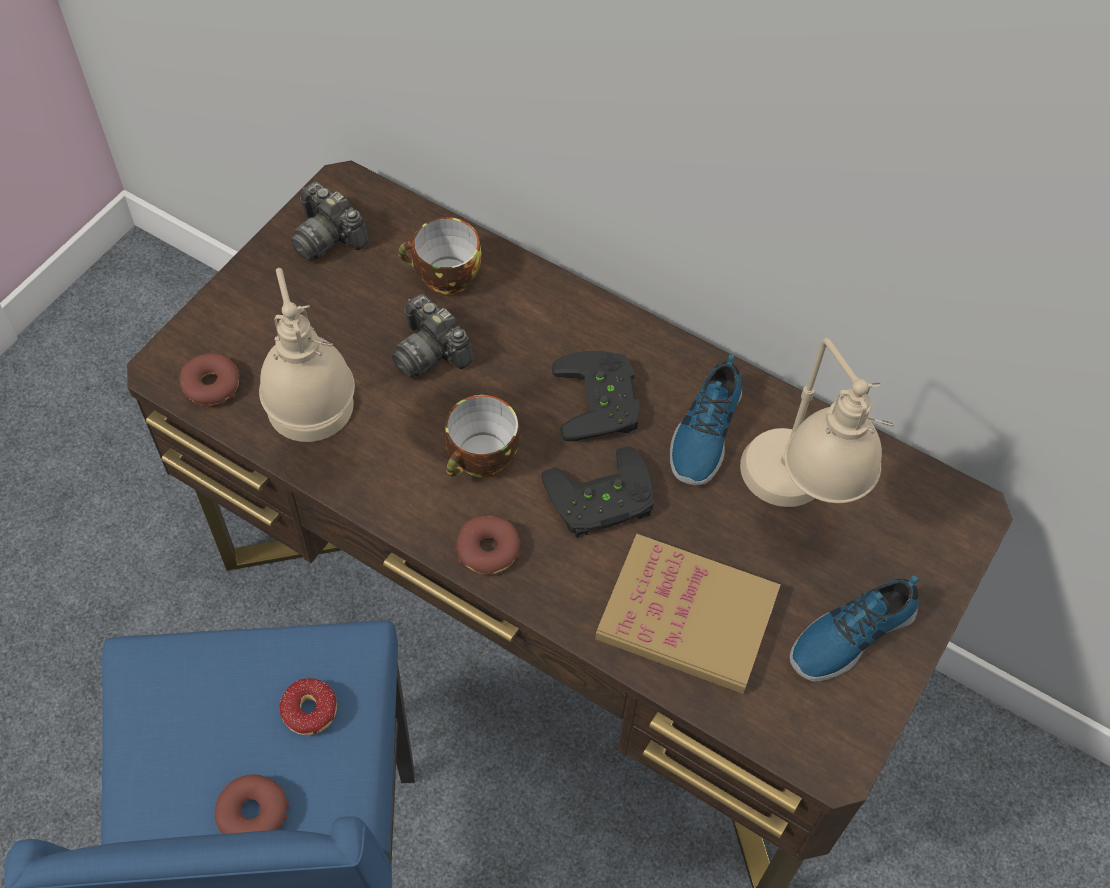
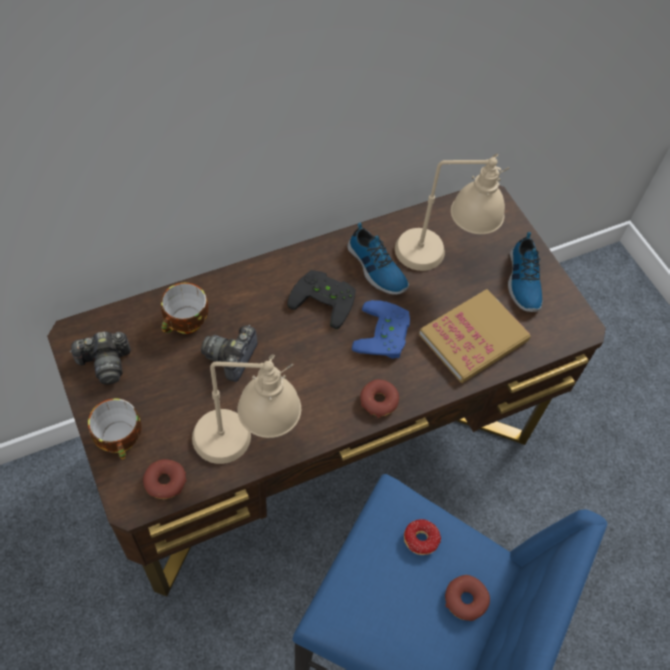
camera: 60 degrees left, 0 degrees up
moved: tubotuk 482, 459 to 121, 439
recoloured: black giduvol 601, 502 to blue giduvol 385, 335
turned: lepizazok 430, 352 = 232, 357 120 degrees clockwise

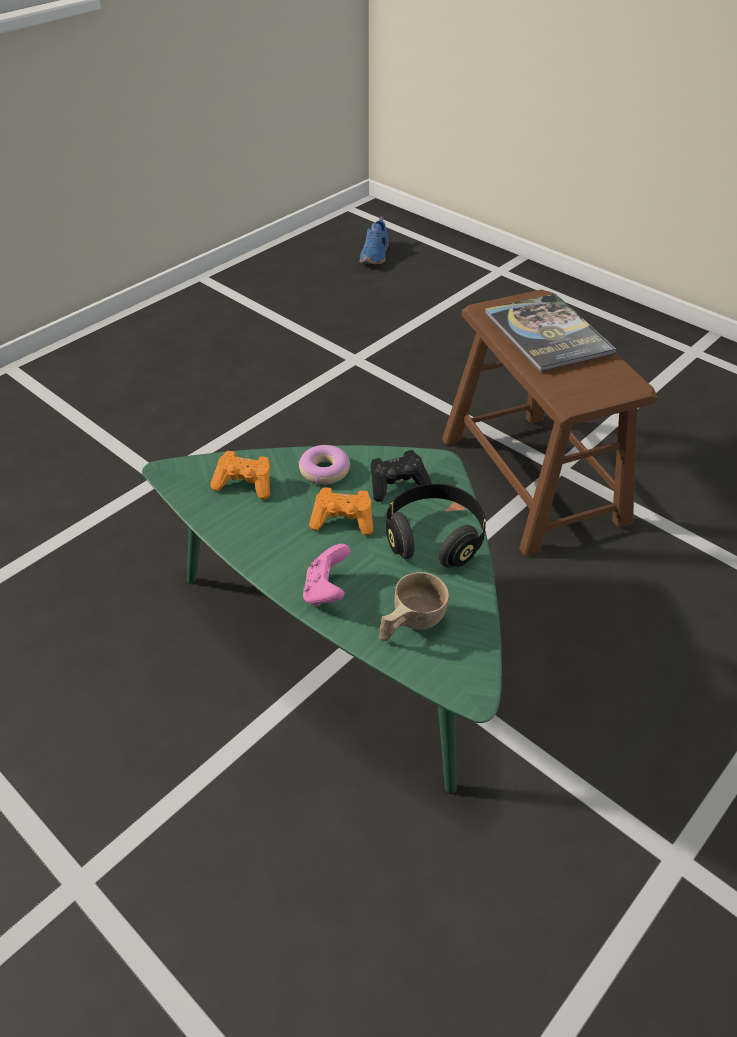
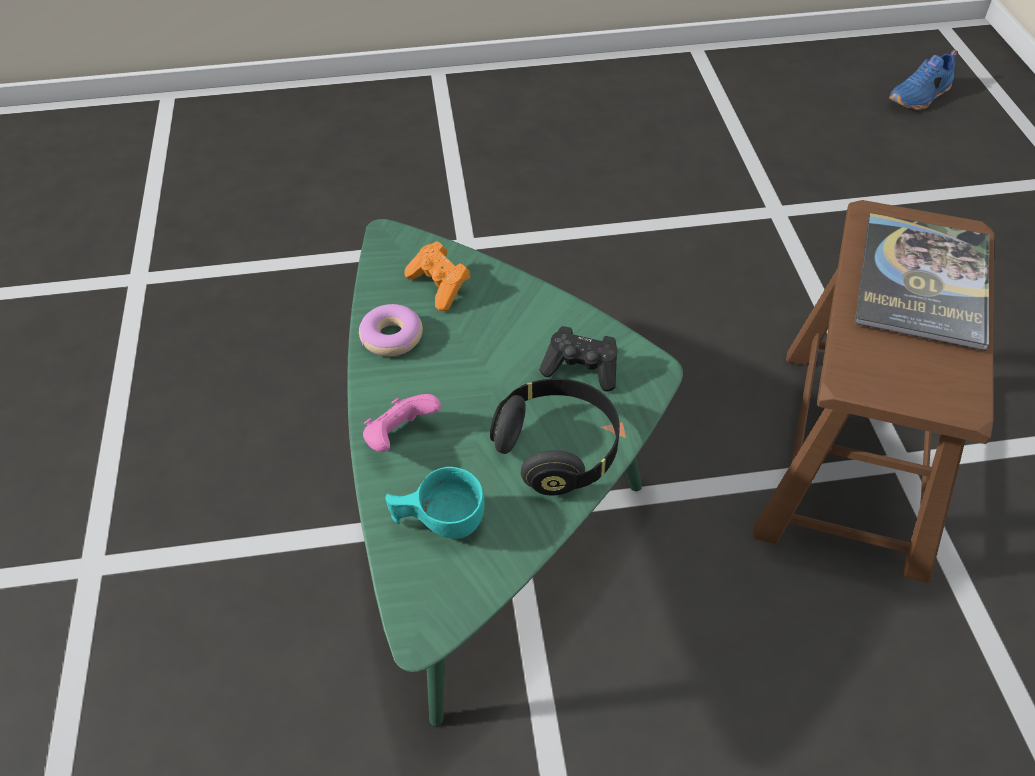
camera: 40 degrees right, 5 degrees up
removed: orange giduvol 343, 521
moved: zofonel 324, 470 to 392, 337
recoloured: beige tubotuk 410, 624 to turquoise tubotuk 438, 522

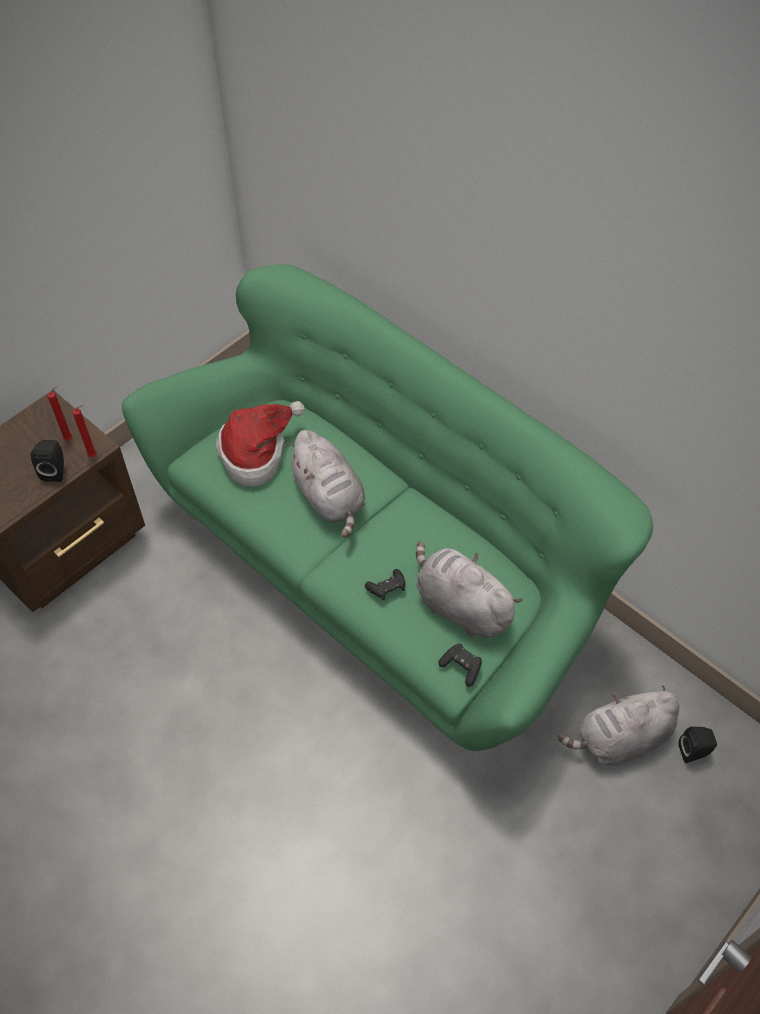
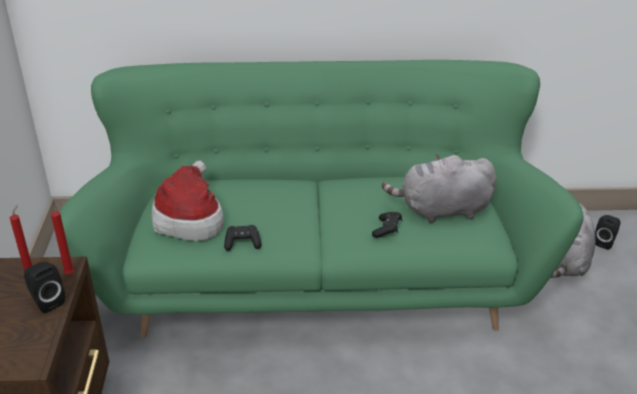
camera: 45 degrees left, 20 degrees down
removed: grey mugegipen 330, 498
moved: black giduvol 461, 667 to 242, 243

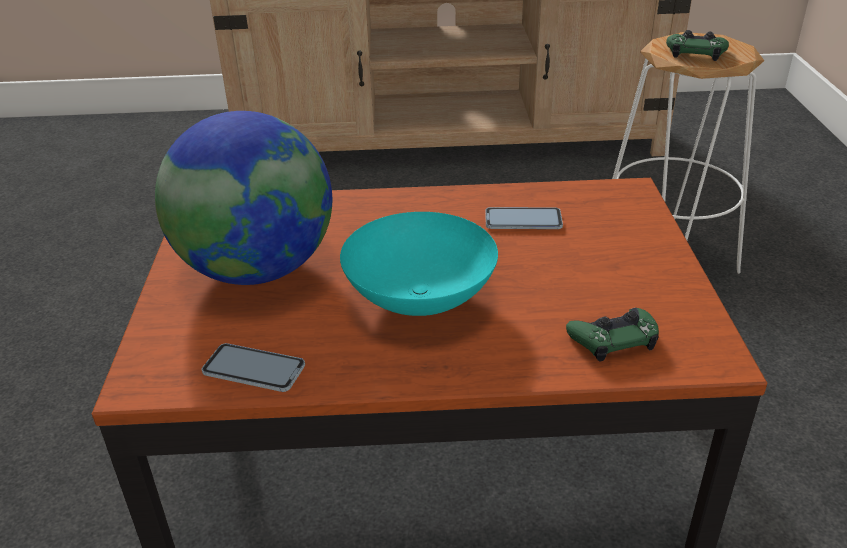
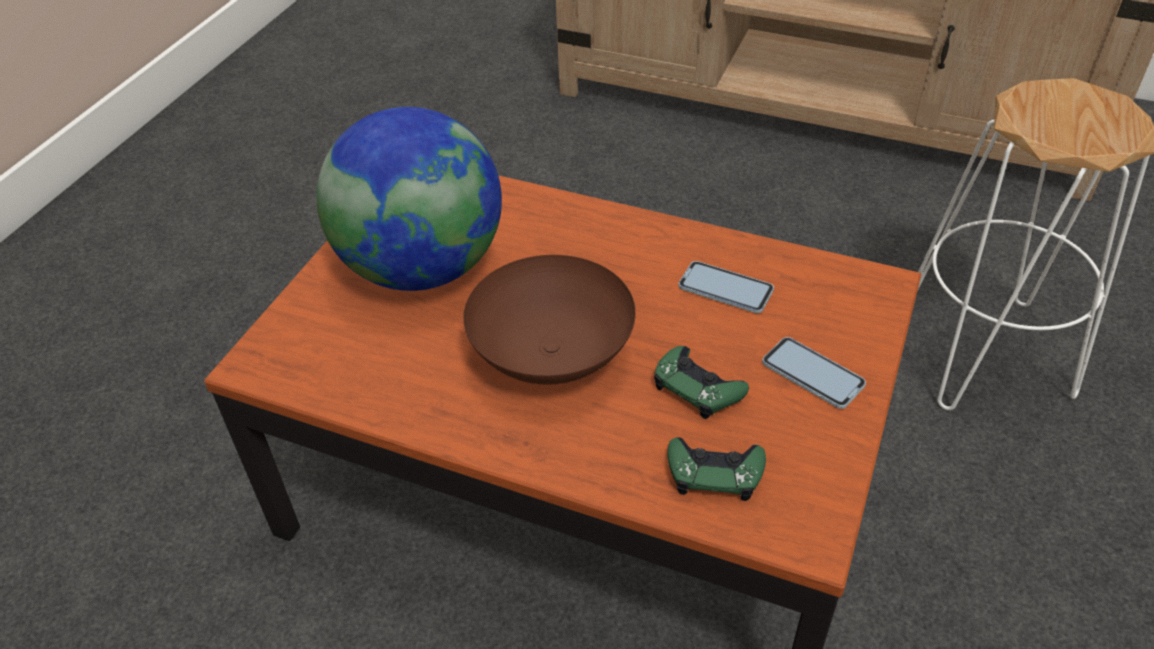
camera: 25 degrees right, 10 degrees up
moved: green giduvol 695, 53 to 697, 388; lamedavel 254, 369 to 812, 374
recoloured: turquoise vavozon 418, 300 to brown vavozon 549, 356

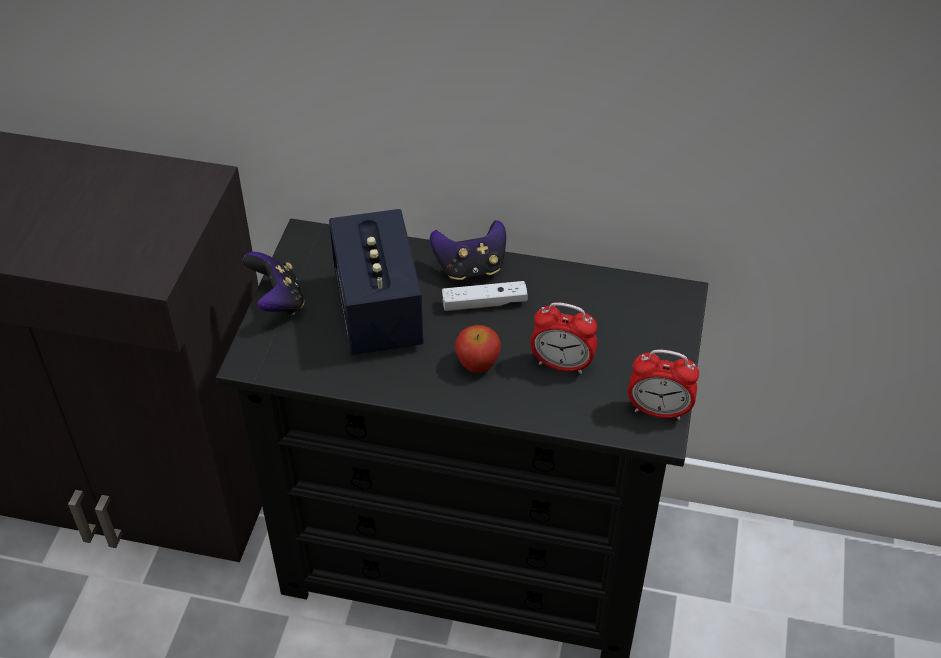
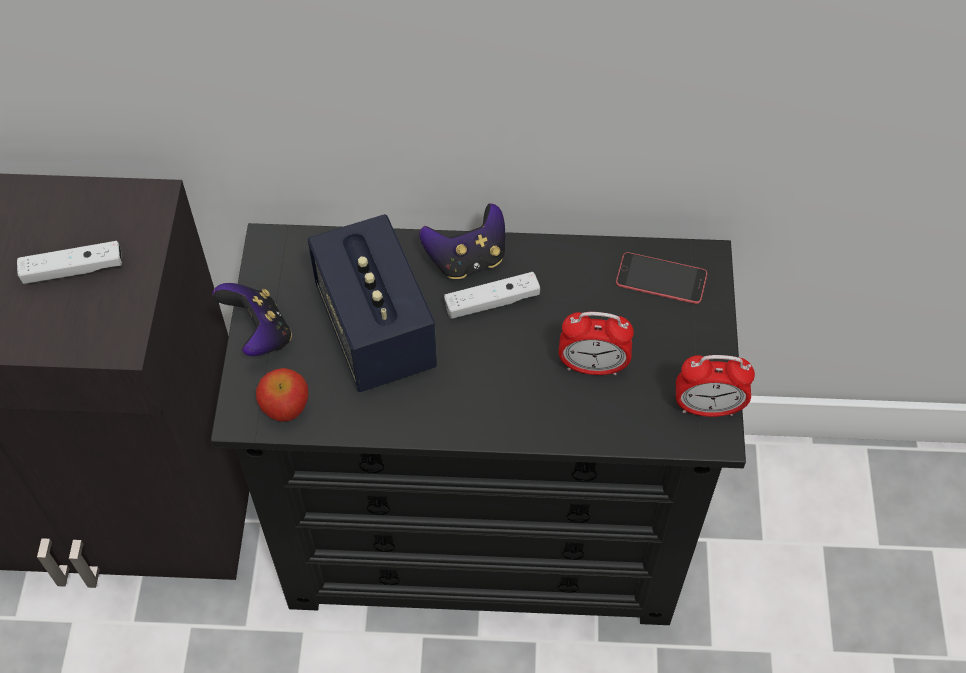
camera: 10 degrees left, 10 degrees up
added: white giduvol 73, 270; lamedavel 661, 278
moved: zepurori 477, 364 to 286, 408

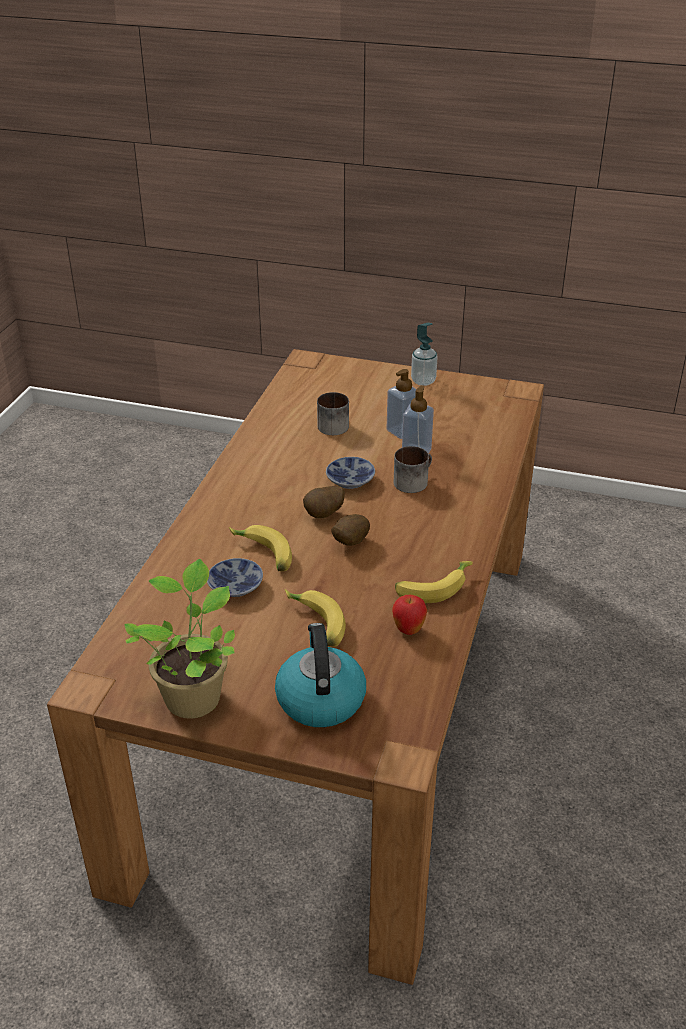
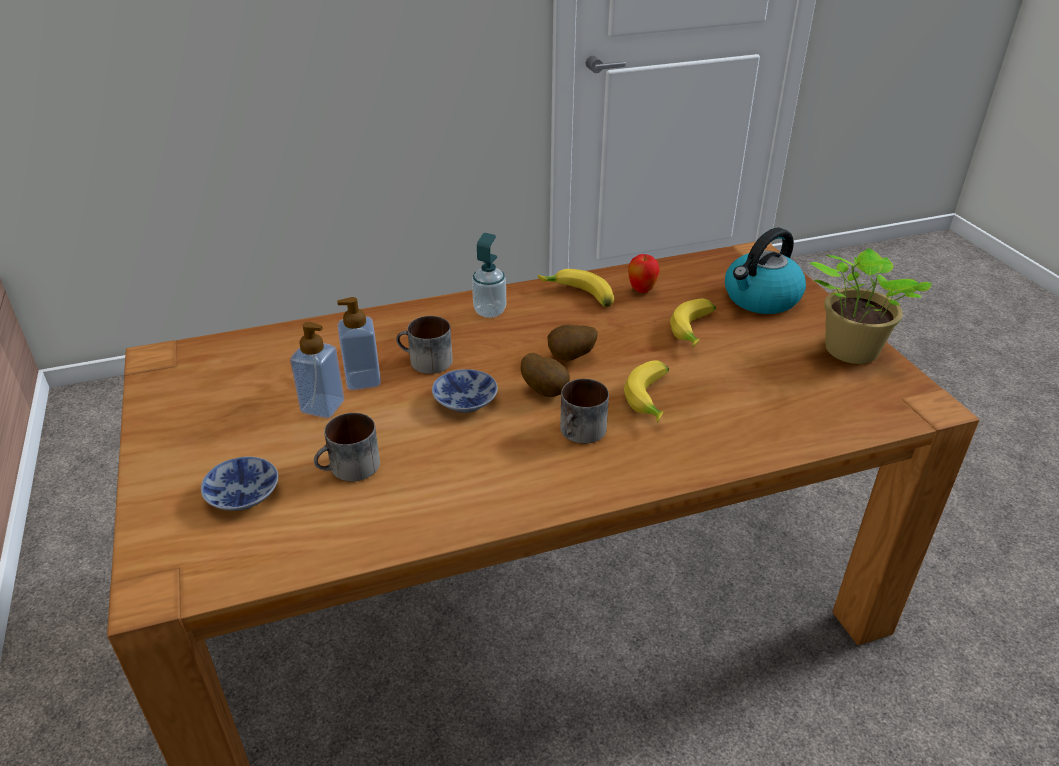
camera: 125 degrees left, 0 degrees up
added: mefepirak 581, 433
moved: vavozon 236, 585 to 240, 495; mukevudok 423, 381 to 489, 311

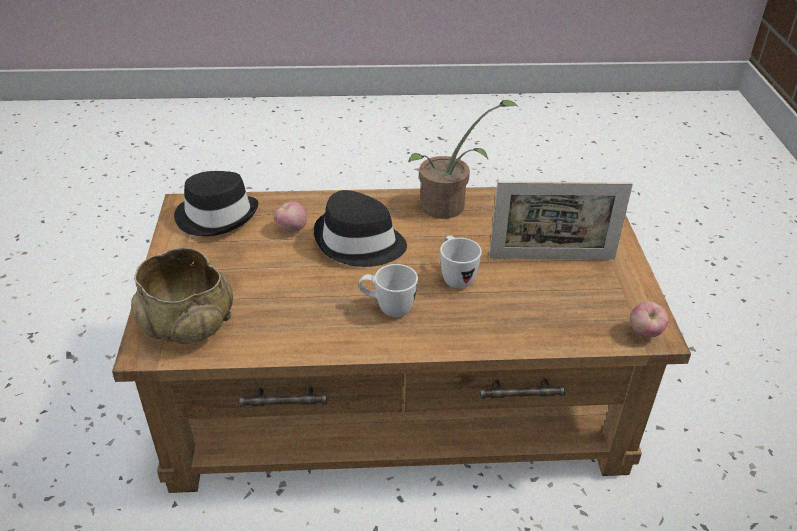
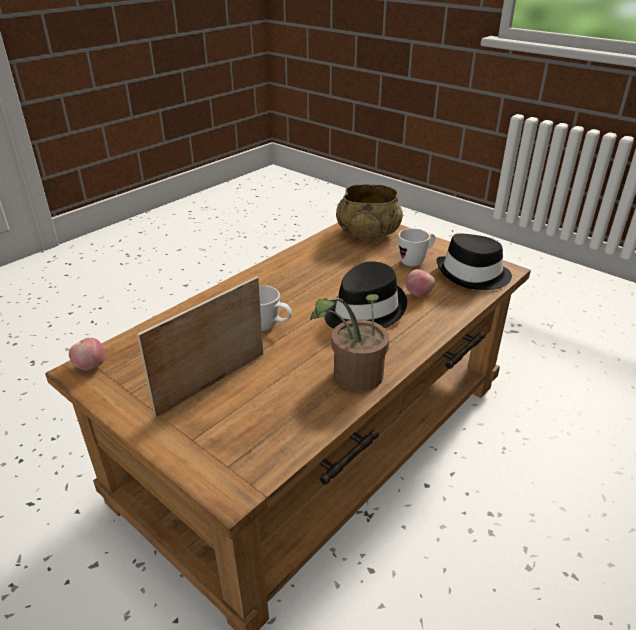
camera: 135 degrees right, 5 degrees down
moved: white mefepirak 387, 308 to 415, 261

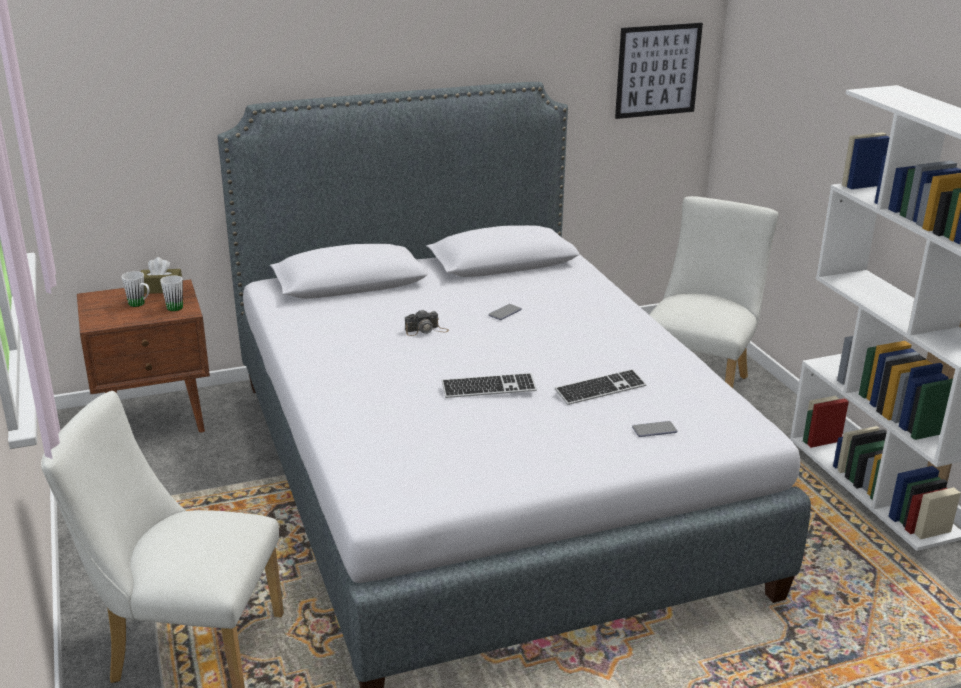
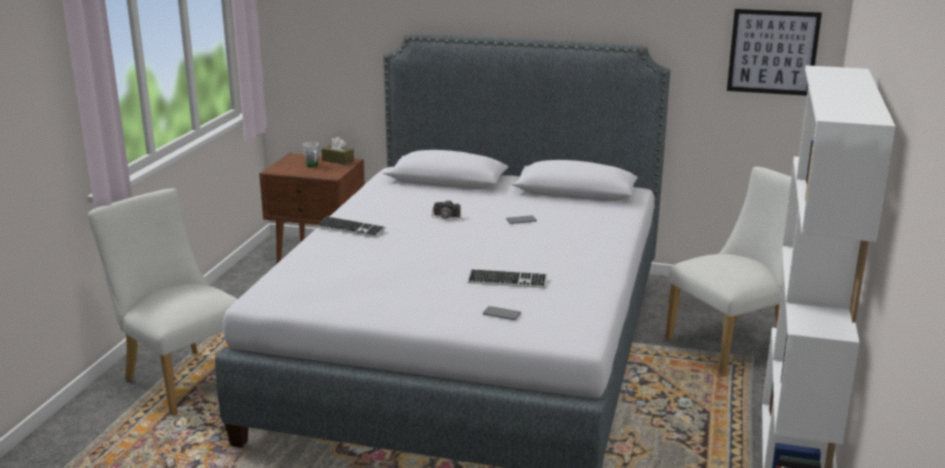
camera: 35 degrees right, 5 degrees down
removed: white mefepirak 176, 306
moved: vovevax 489, 388 to 351, 229

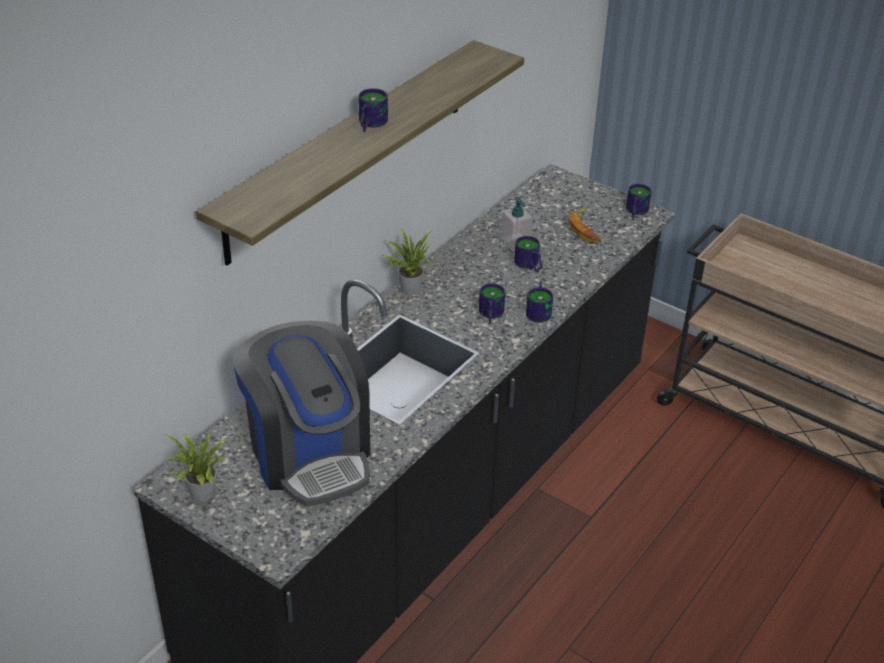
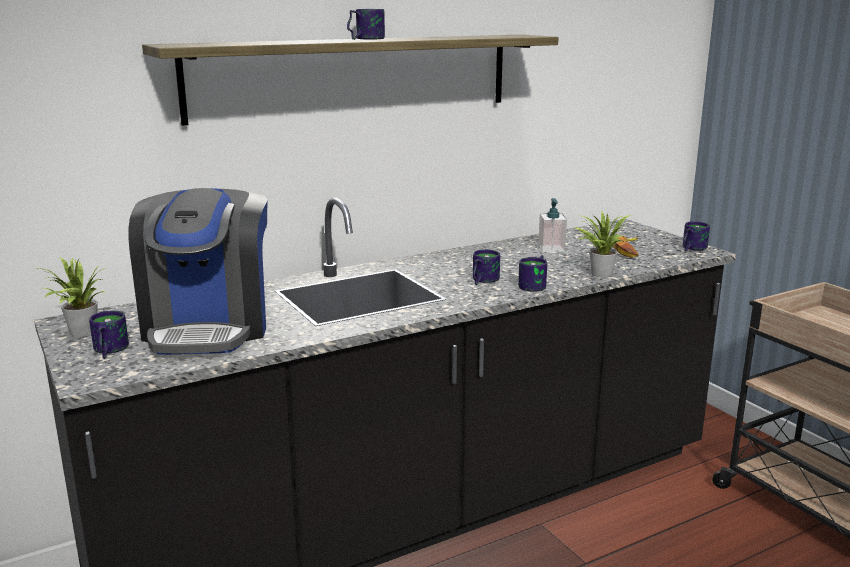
camera: 25 degrees right, 20 degrees down
moved: mefepirak 528, 266 to 107, 351; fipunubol 408, 288 to 599, 273

